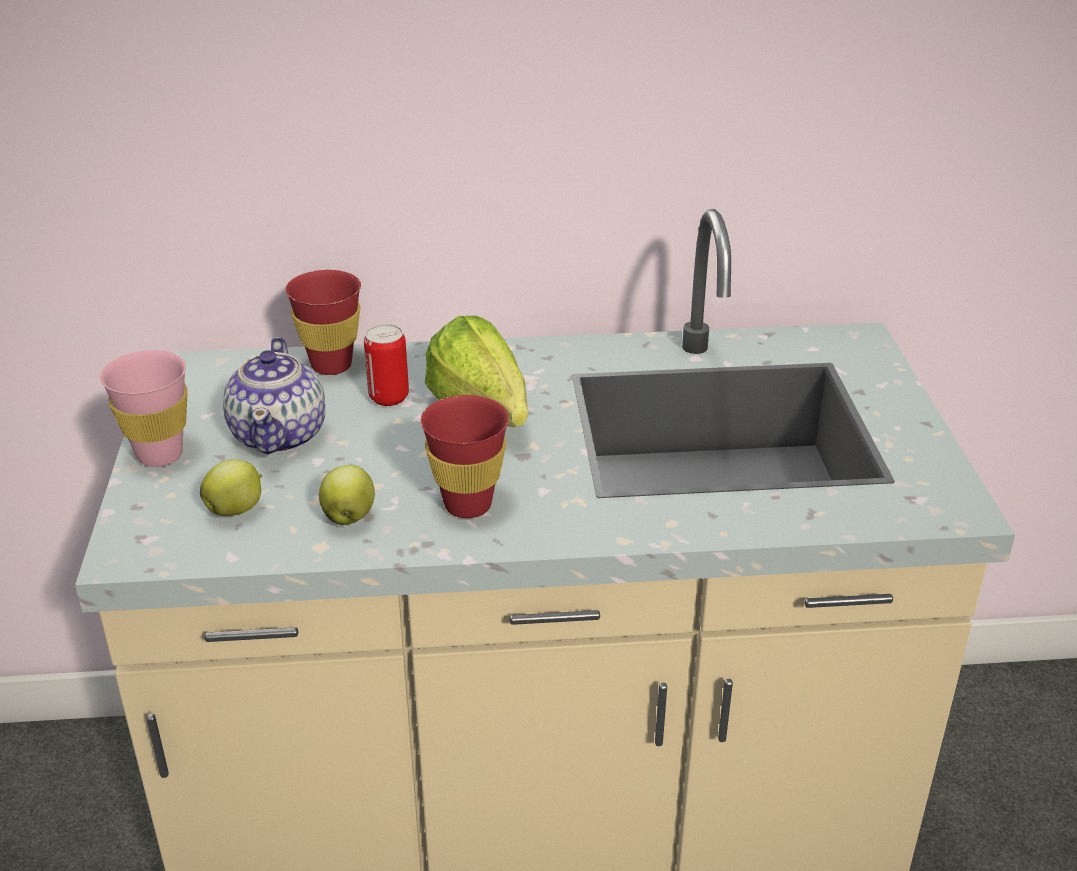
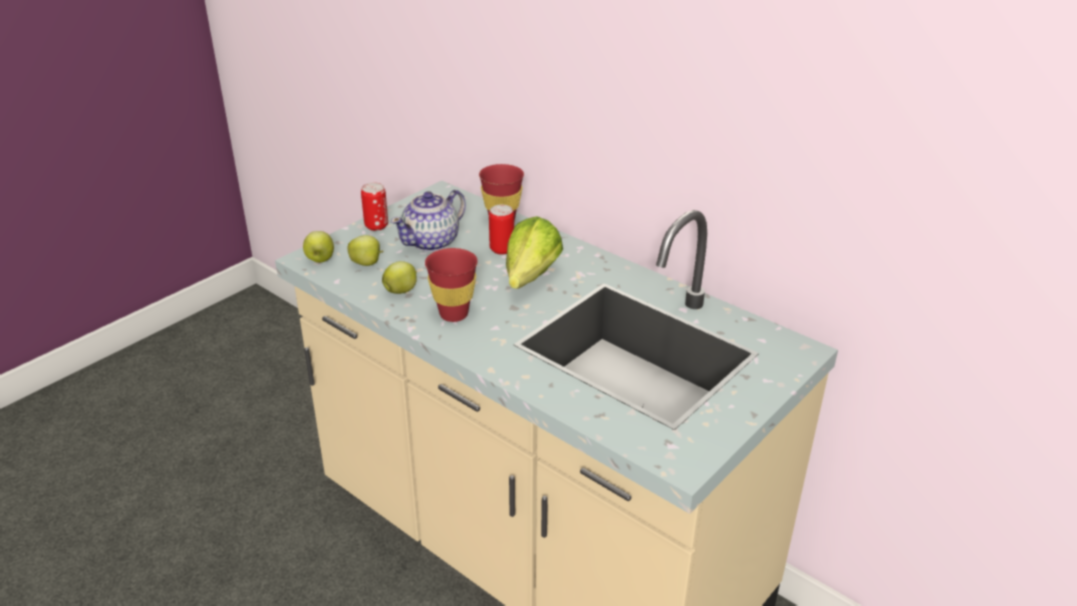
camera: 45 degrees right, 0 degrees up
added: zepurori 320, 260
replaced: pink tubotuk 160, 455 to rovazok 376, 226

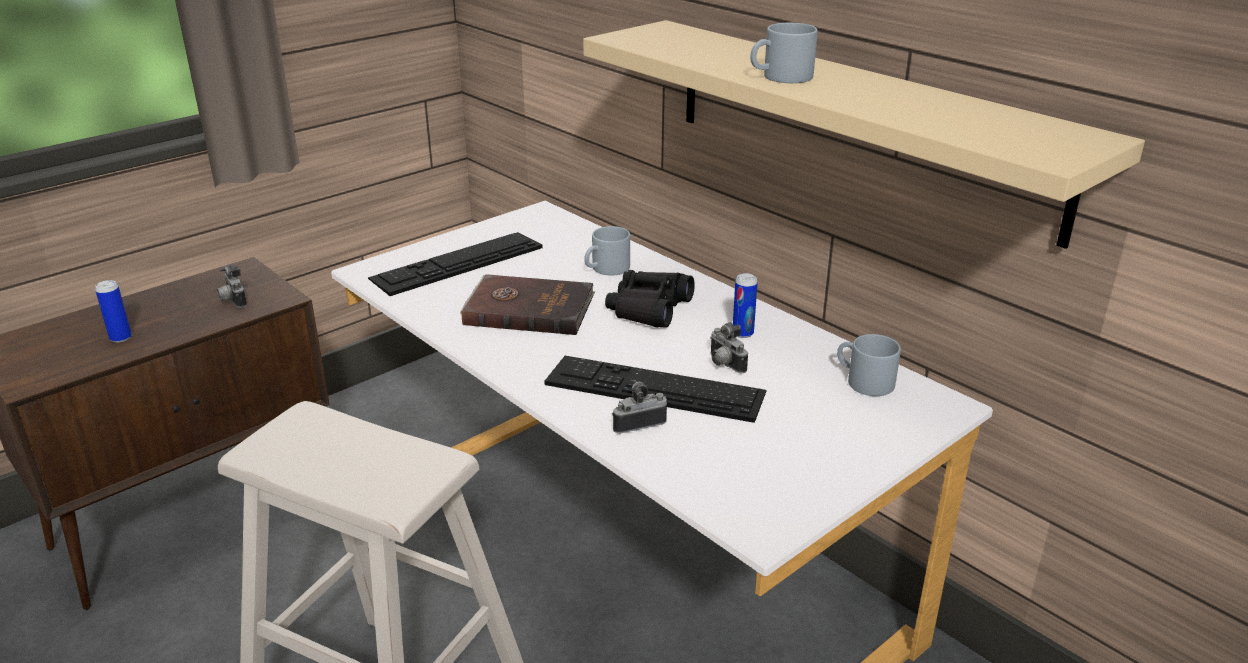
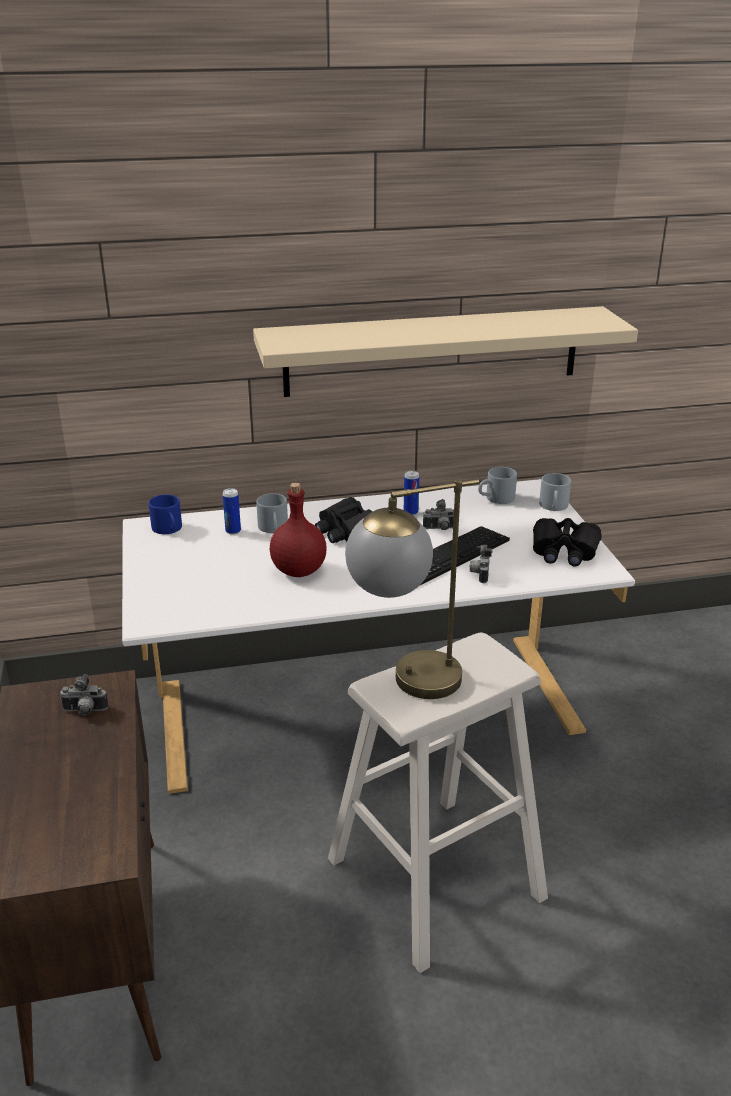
camera: 60 degrees left, 0 degrees up
removed: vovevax 457, 263
added: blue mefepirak 169, 529; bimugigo 405, 684; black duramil 564, 551
moved: rovazok 121, 338 to 233, 531; grey mefepirak 780, 77 to 554, 507
replaced: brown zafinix 528, 309 to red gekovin 298, 571

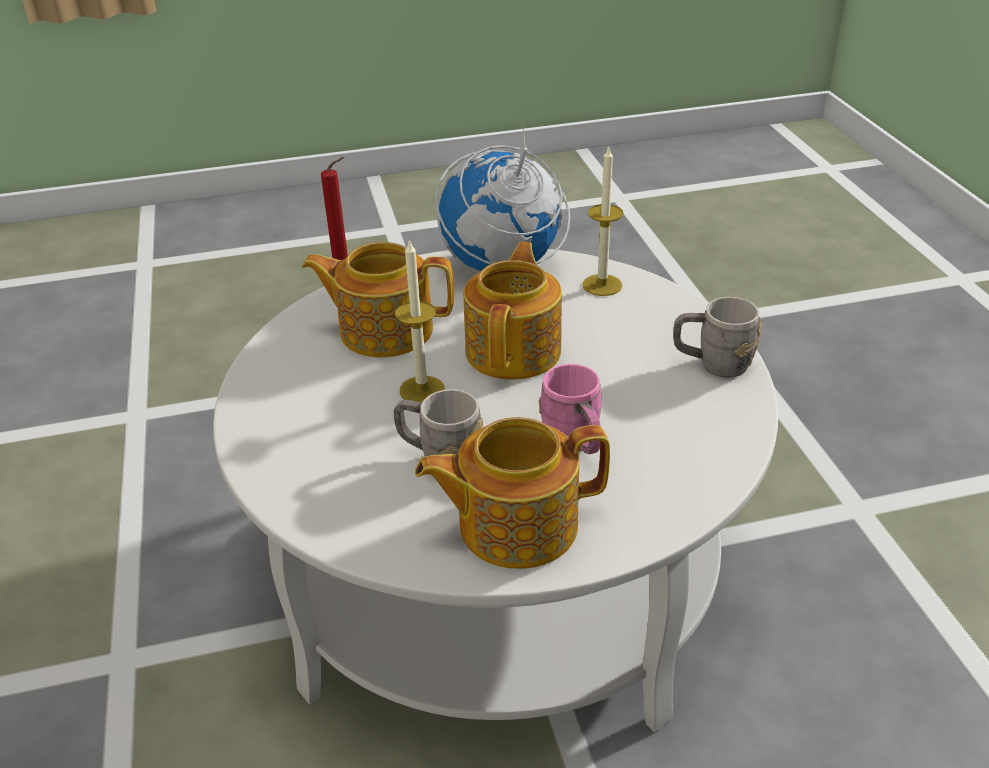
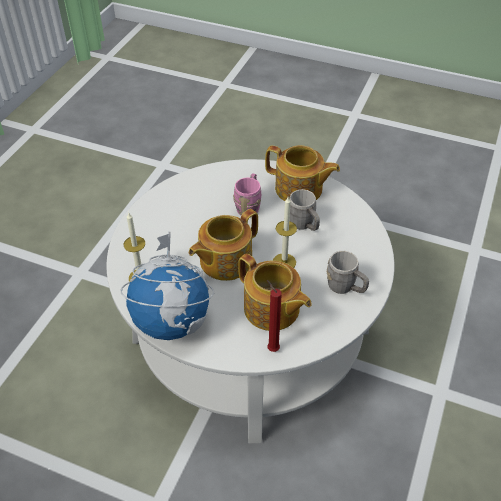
camera: 145 degrees left, 10 degrees up
moved: grey mefepirak 712, 364 to 345, 288

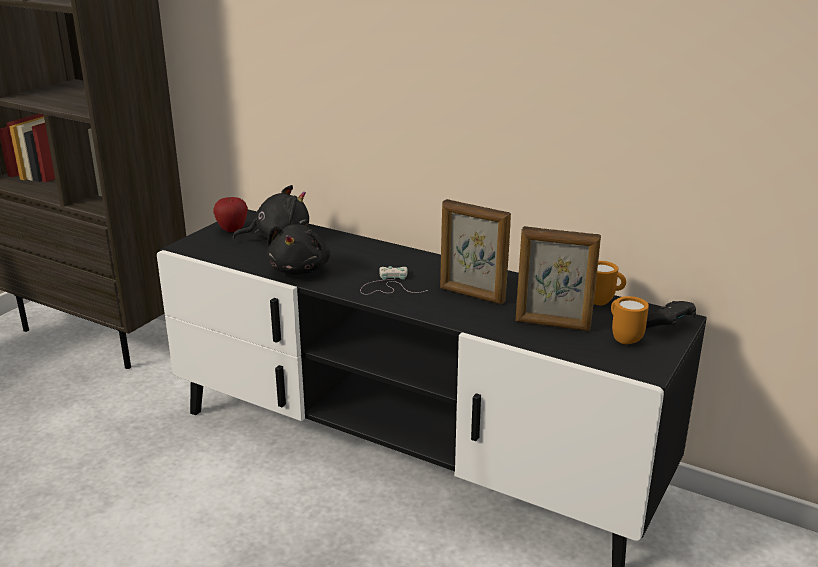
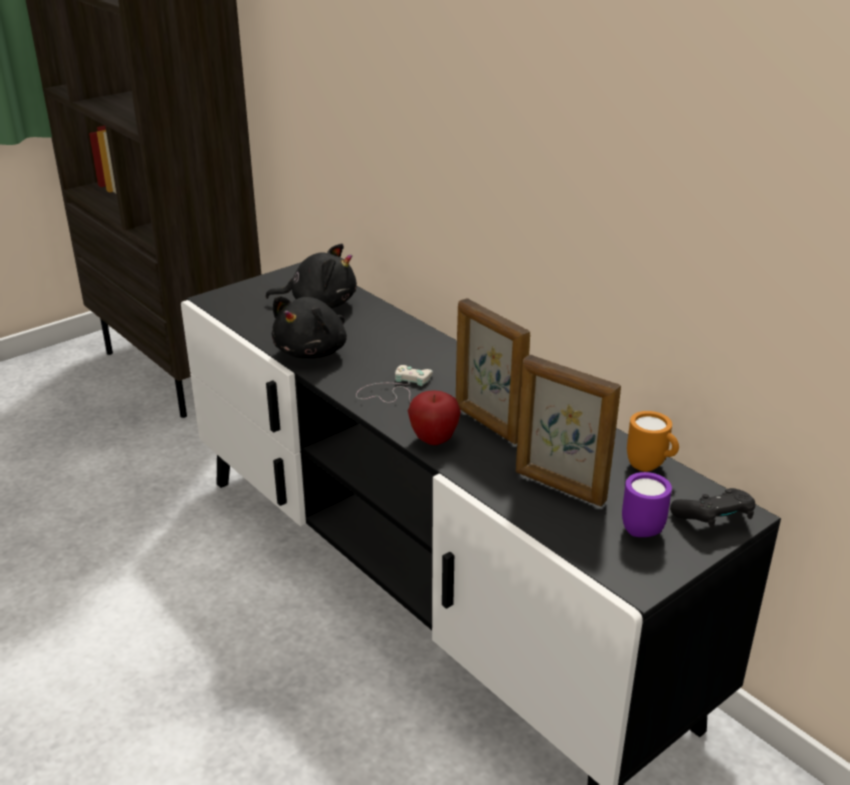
camera: 20 degrees right, 5 degrees up
moved: zepurori 232, 230 to 434, 440
recoloured: orange mefepirak 623, 338 to purple mefepirak 639, 526

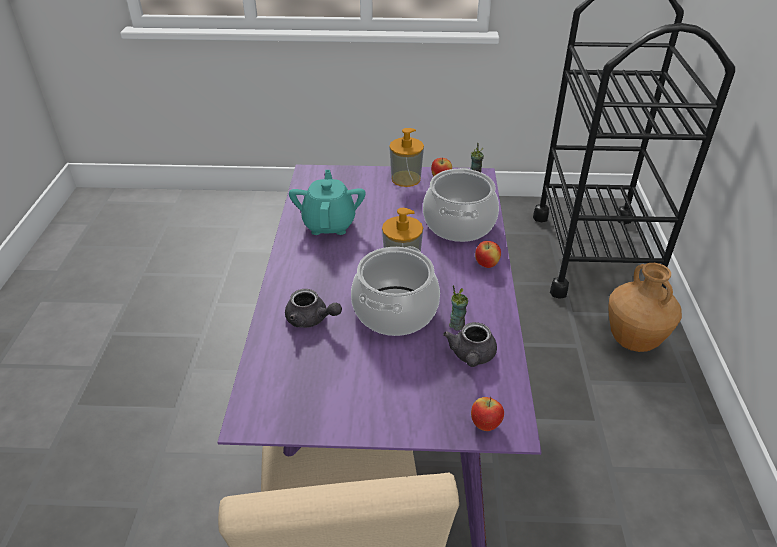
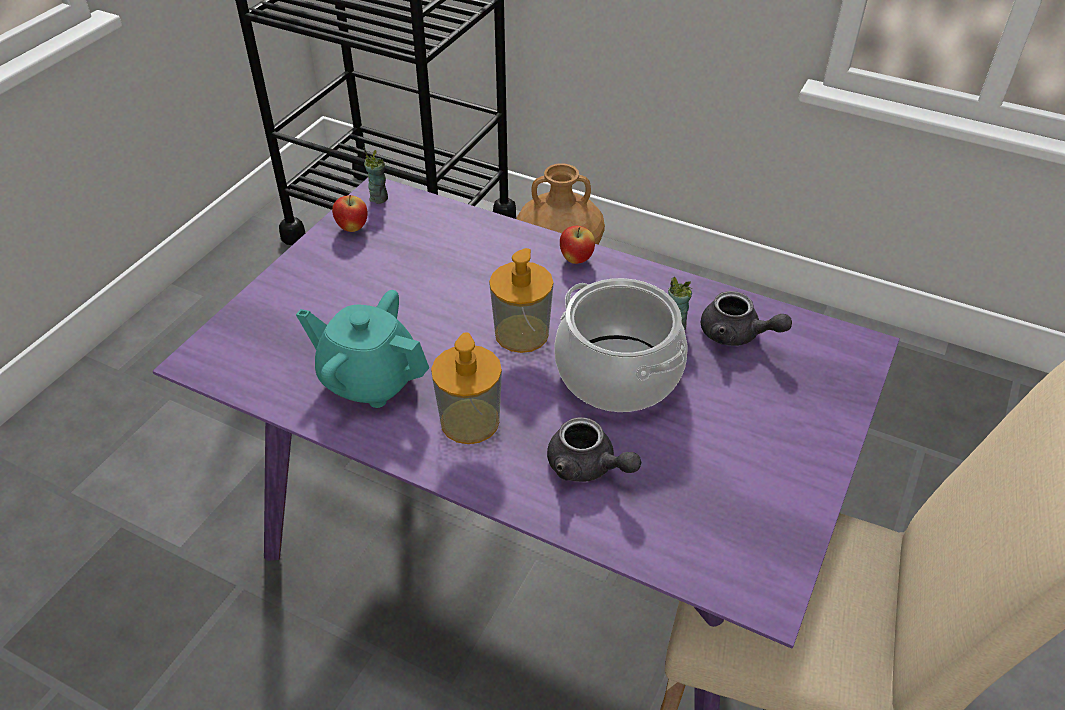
camera: 65 degrees left, 5 degrees up
removed: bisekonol 458, 224; zepurori 485, 425
moved: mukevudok 406, 178 to 470, 421
turned: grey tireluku 311, 319 = 587, 467 75 degrees clockwise

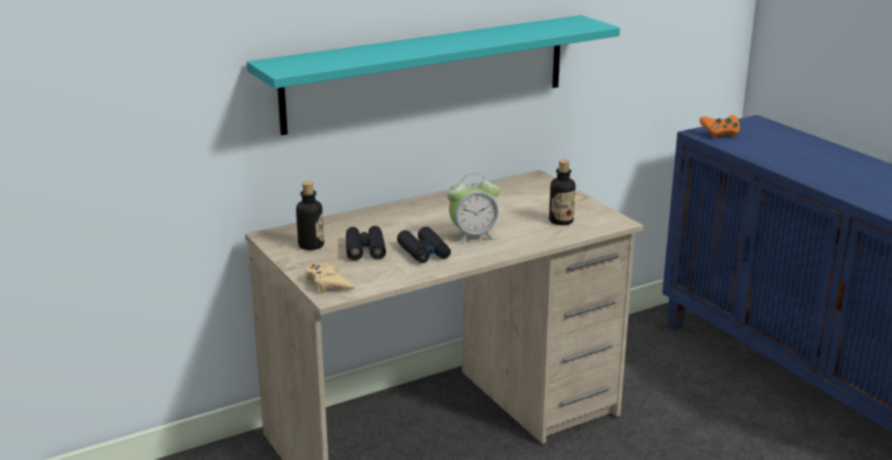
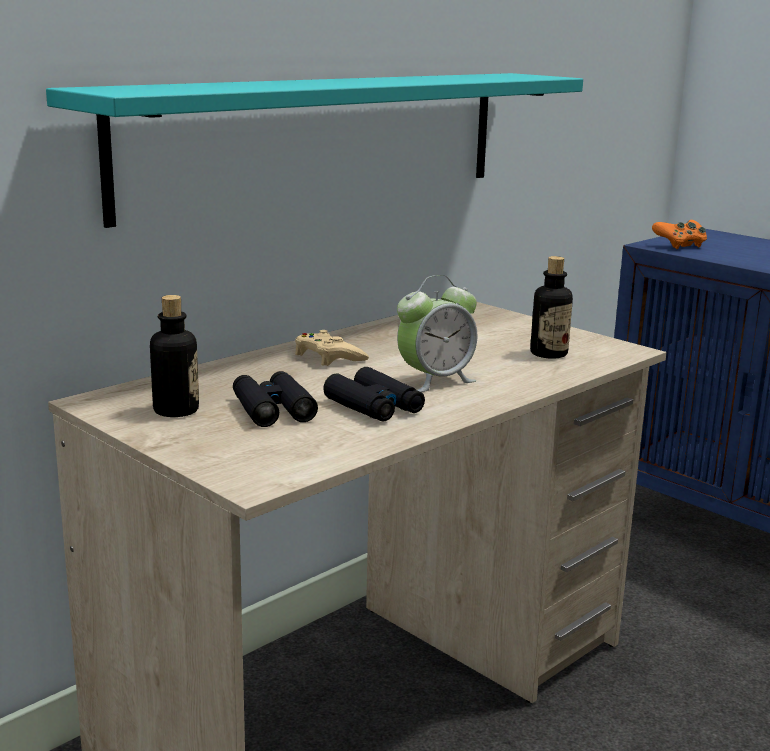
camera: 15 degrees left, 5 degrees down
moved: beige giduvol 328, 283 to 328, 357

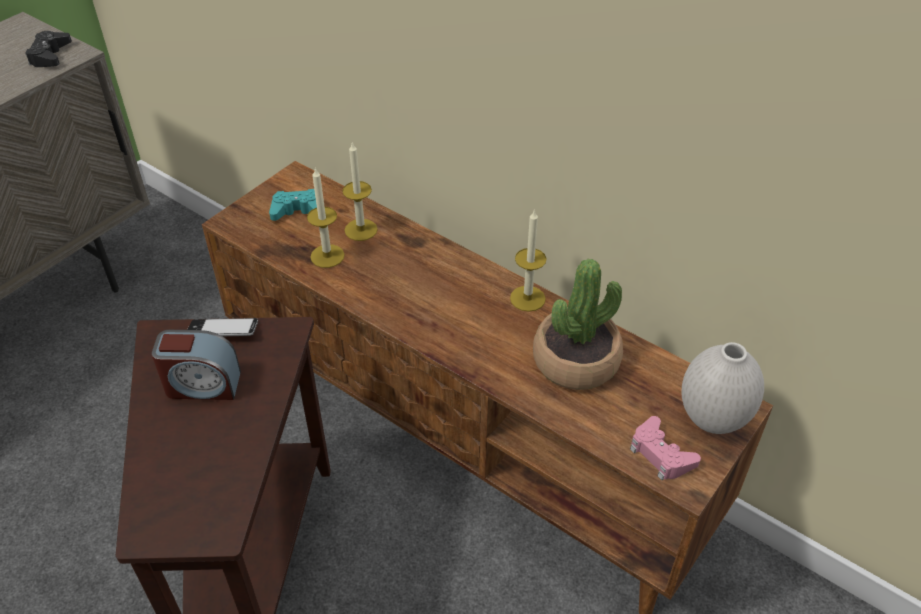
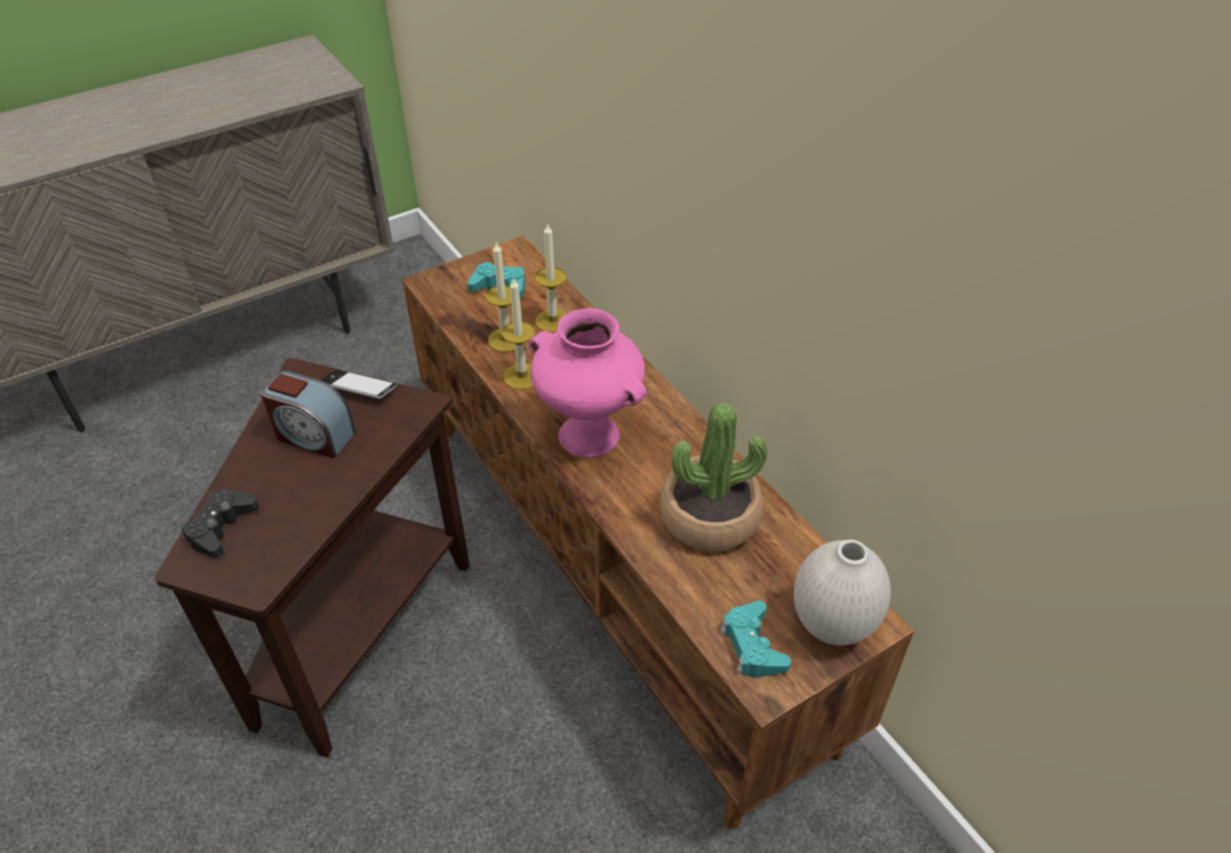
camera: 20 degrees right, 0 degrees up
added: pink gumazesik 591, 435
moved: black giduvol 50, 55 to 221, 527; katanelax 527, 298 to 522, 376
recoloured: pink giduvol 661, 454 to turquoise giduvol 752, 646

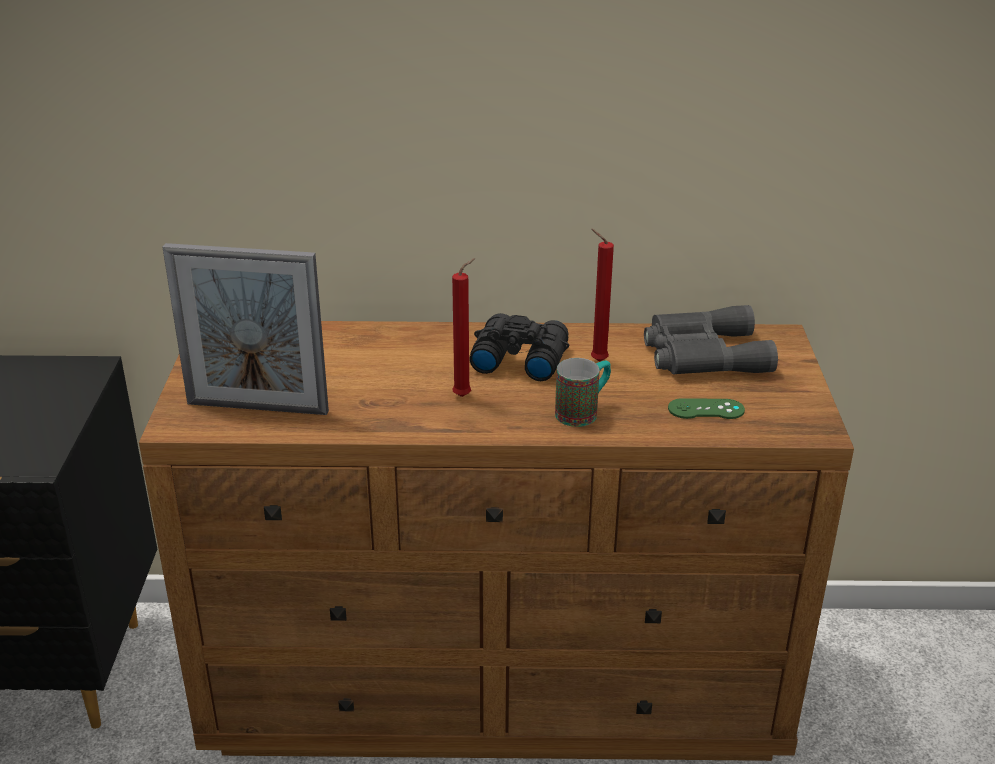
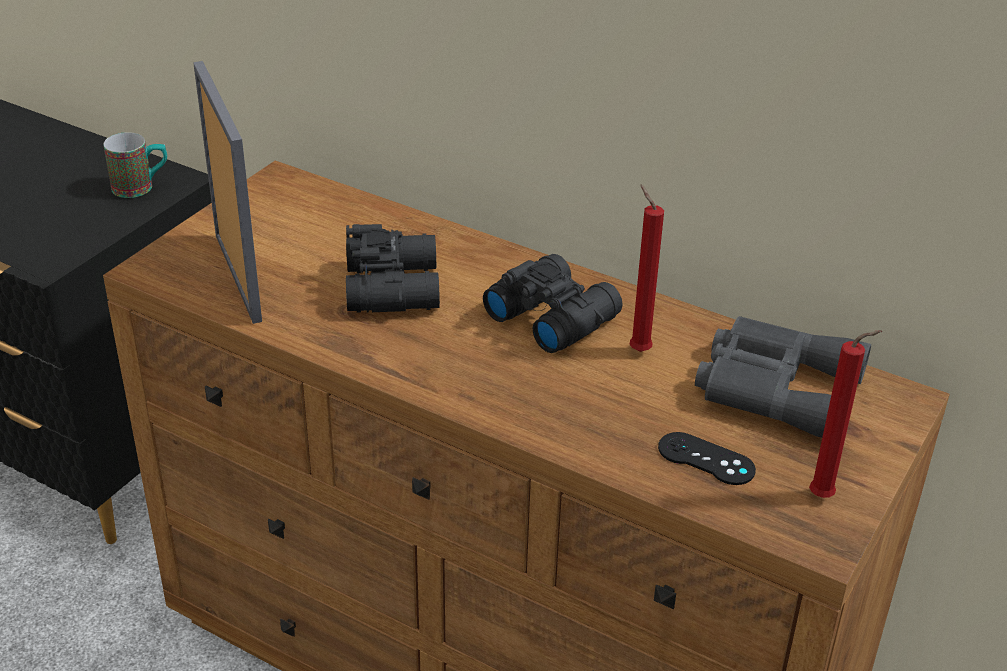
camera: 30 degrees right, 5 degrees up
added: black duramil 395, 286
moved: mefepirak 583, 412 to 141, 187; red katanelax 465, 396 to 825, 497
recoloured: green giduvol 706, 409 to black giduvol 706, 459
turned: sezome 257, 407 = 238, 277 150 degrees counterclockwise

